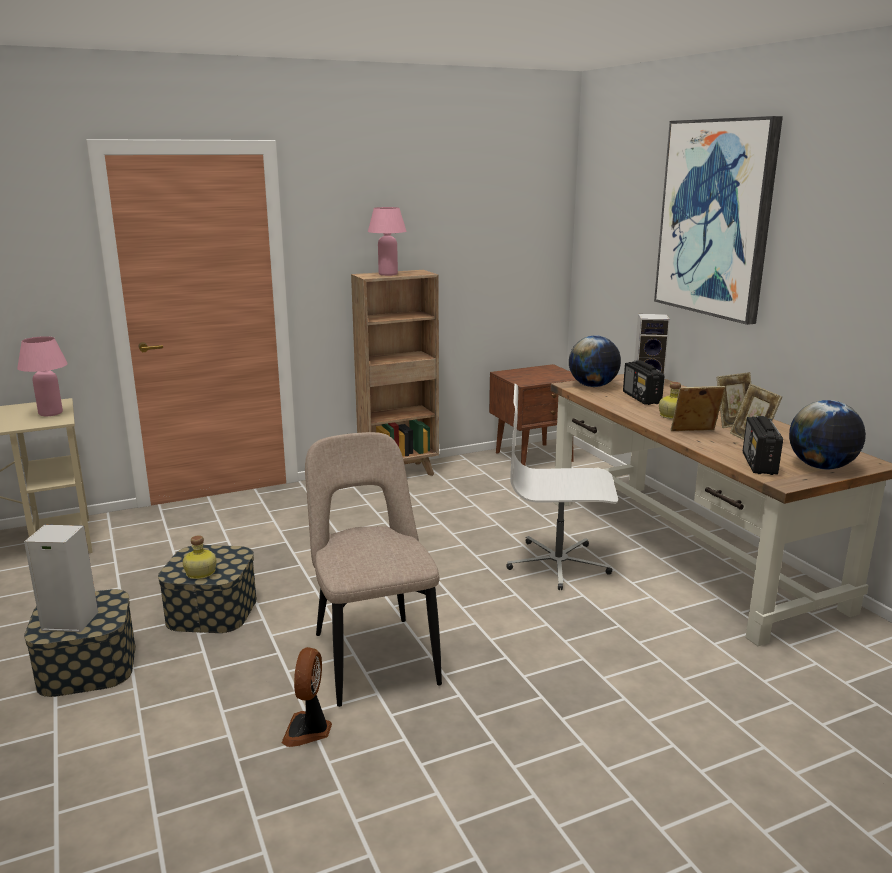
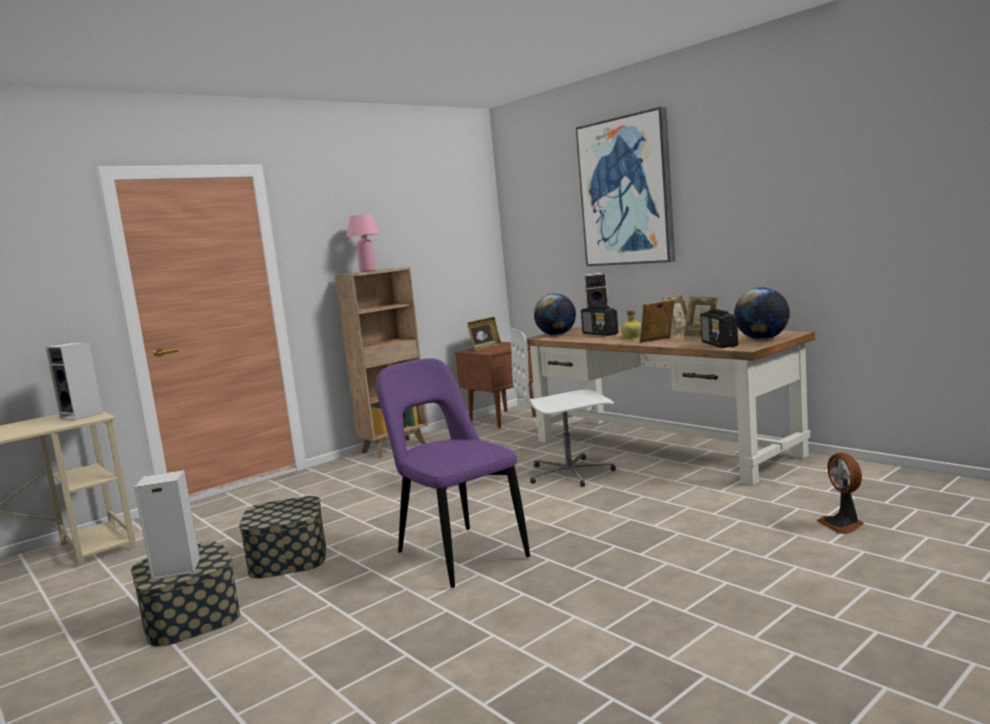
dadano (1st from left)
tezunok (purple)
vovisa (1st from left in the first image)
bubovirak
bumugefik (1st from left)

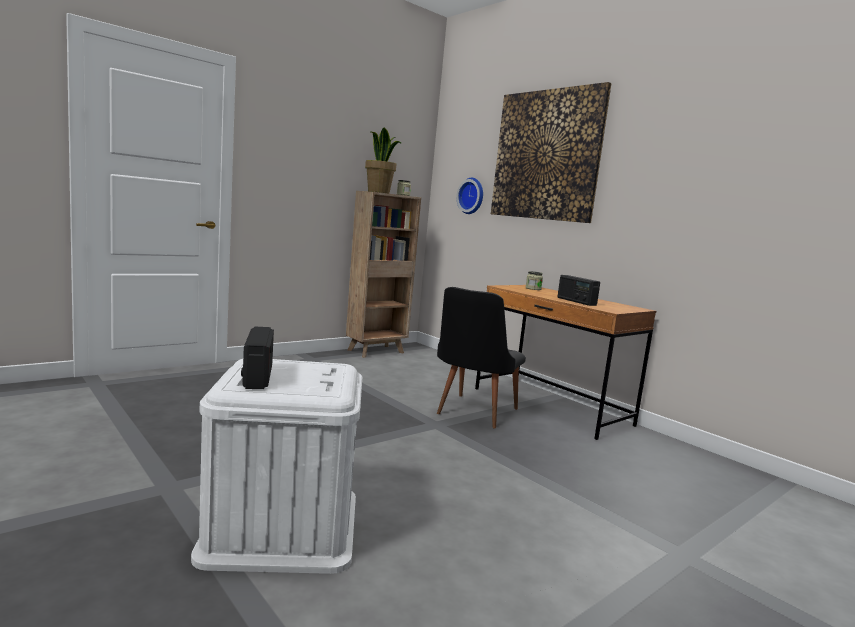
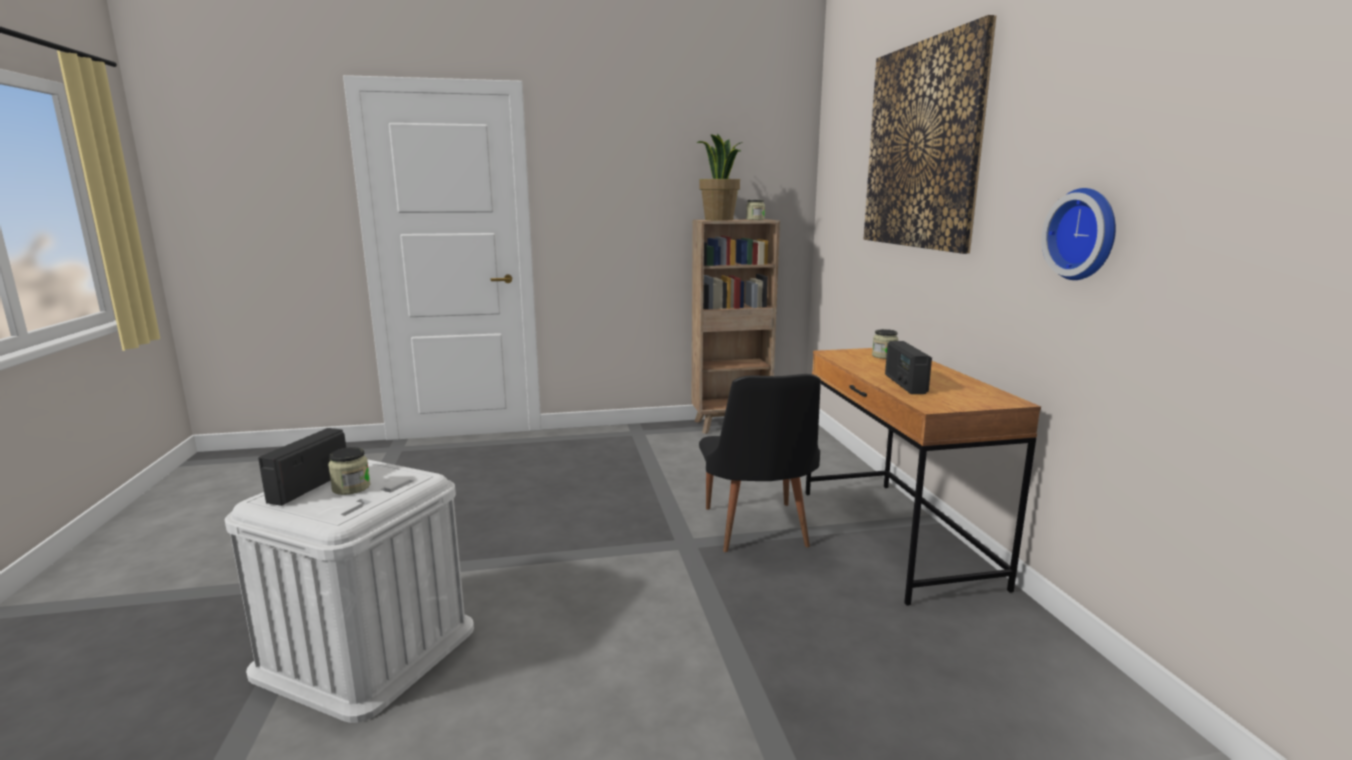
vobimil
tezunok (black)
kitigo (1st from left)

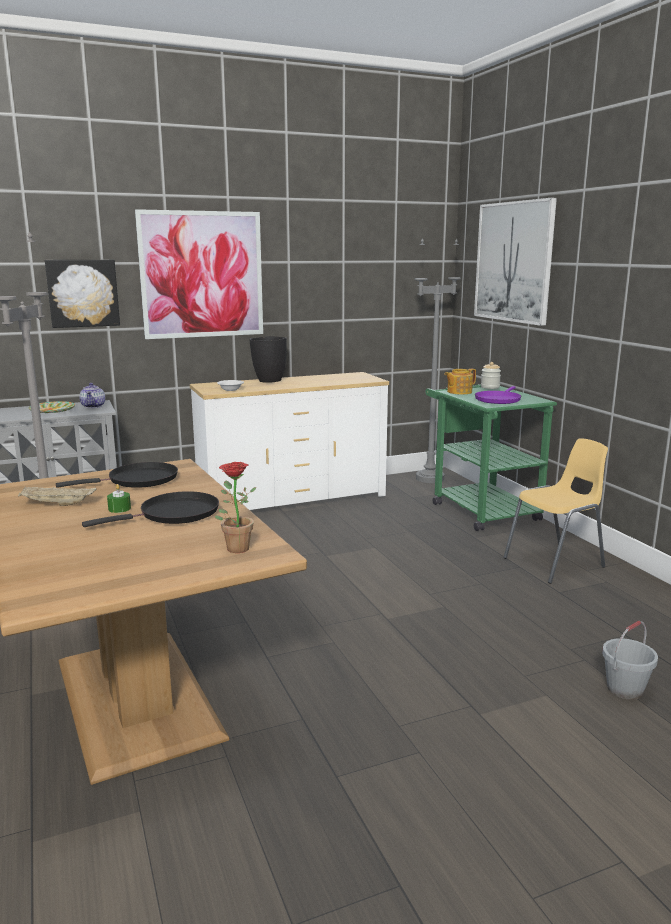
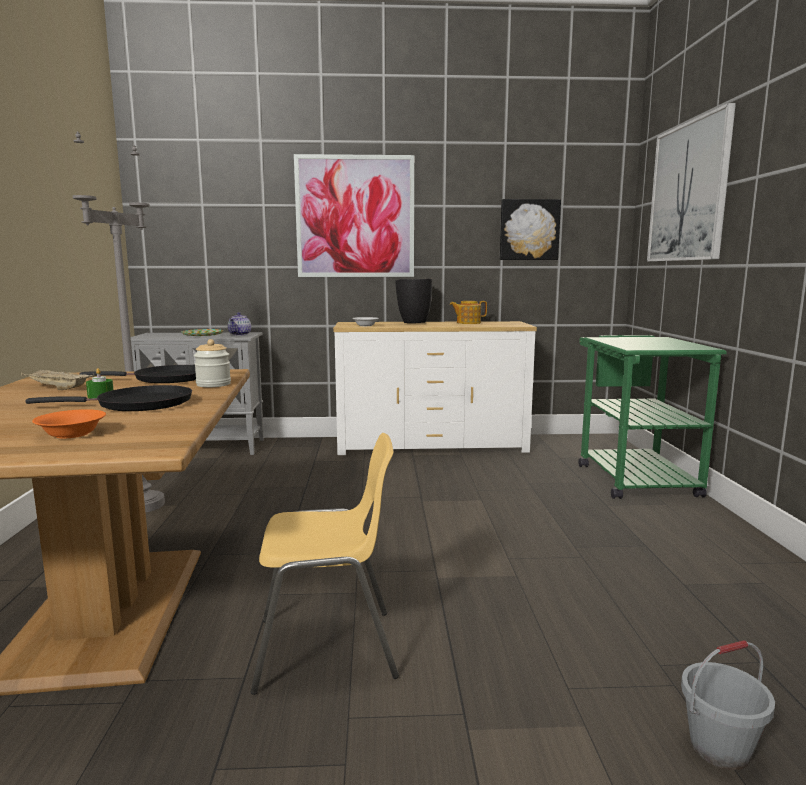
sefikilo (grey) (2nd from left in the first image)
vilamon (2nd from left)
kitigo
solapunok (2nd from left)
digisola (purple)
tezunok (yellow)
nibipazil
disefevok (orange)

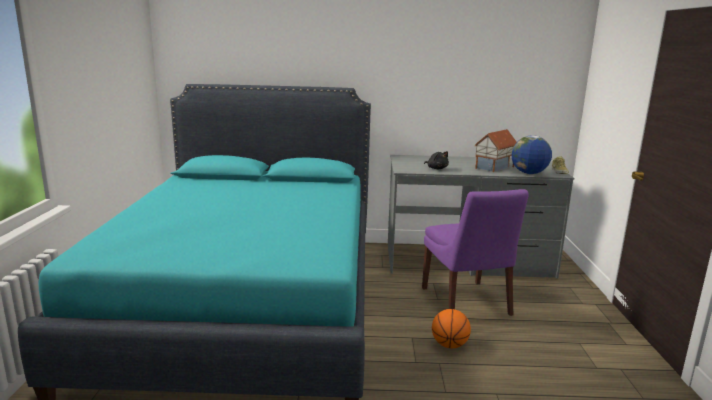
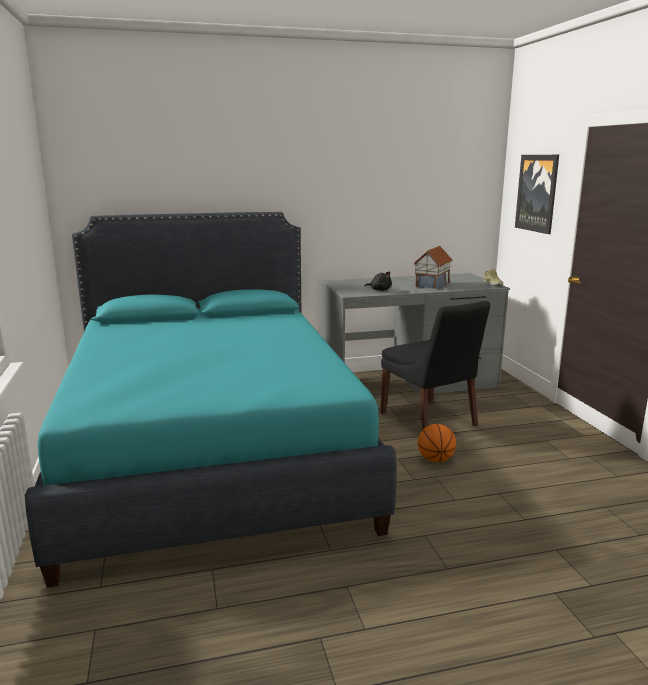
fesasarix
tezunok (black)
vilamon

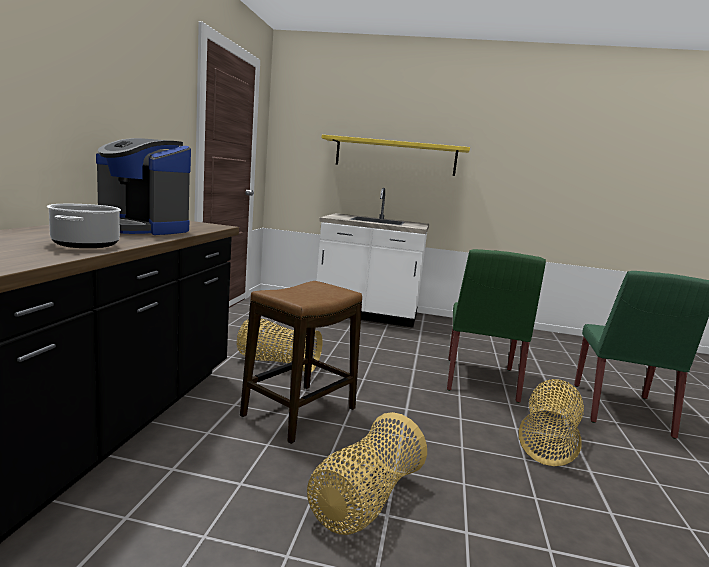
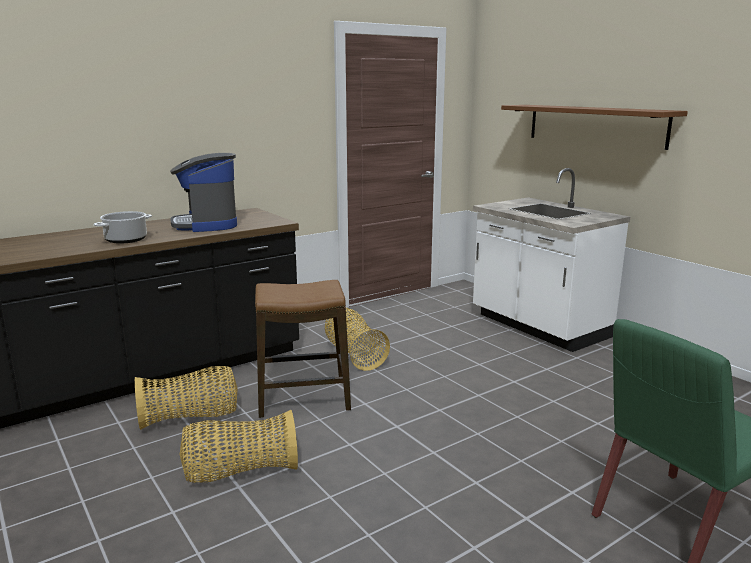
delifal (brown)
tezunok (green) (1st from left in the first image)
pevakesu (1st from left)

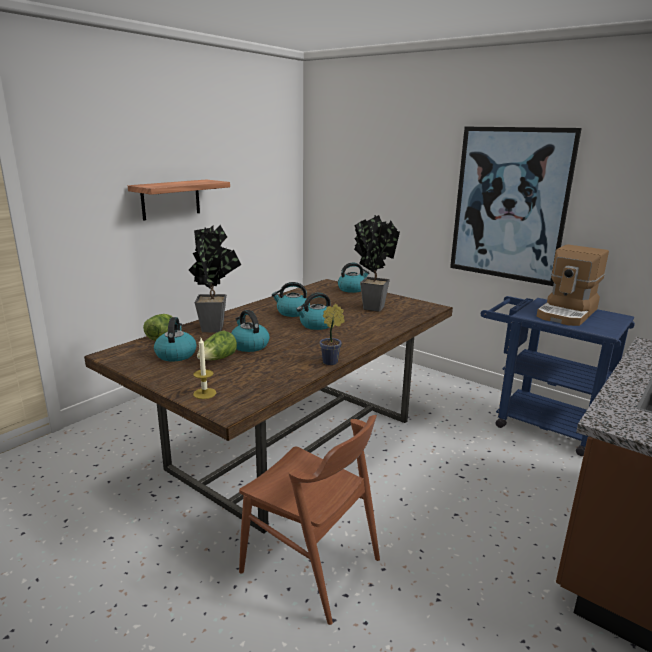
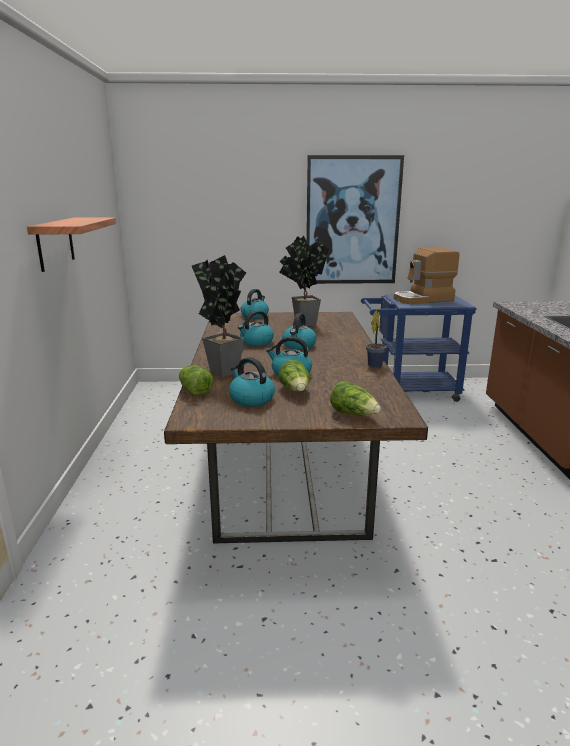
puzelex
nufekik (3rd from left)
tezunok (brown)

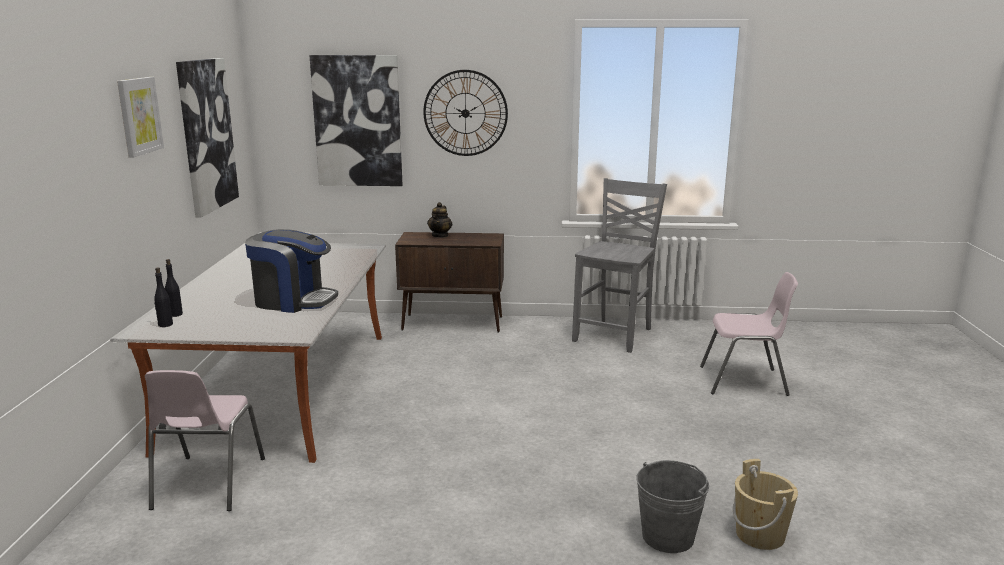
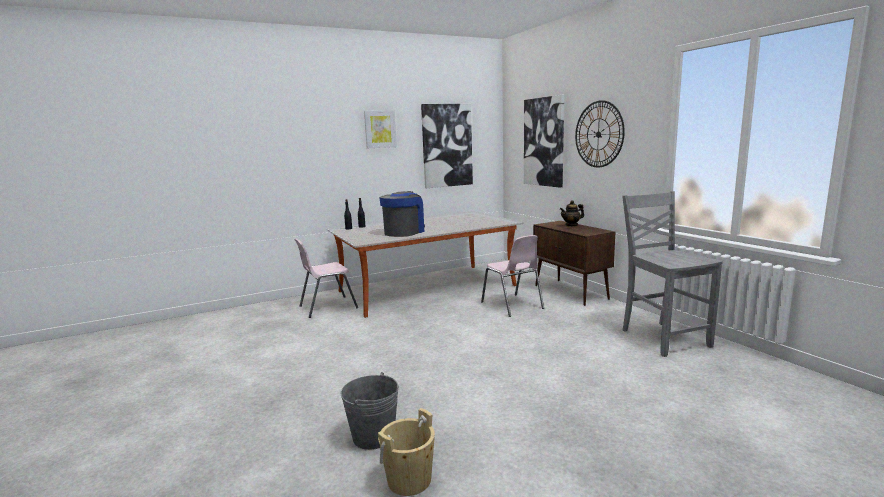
tezunok (grey)
puzelex
tezunok (pink) (2nd from left)

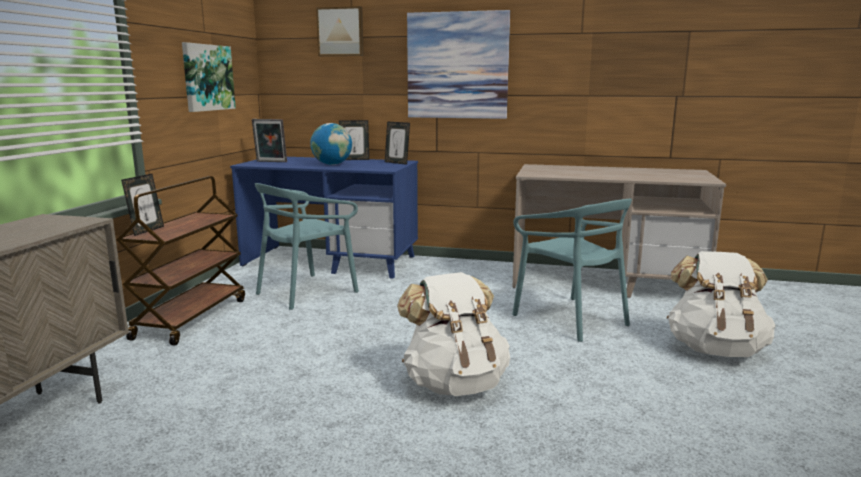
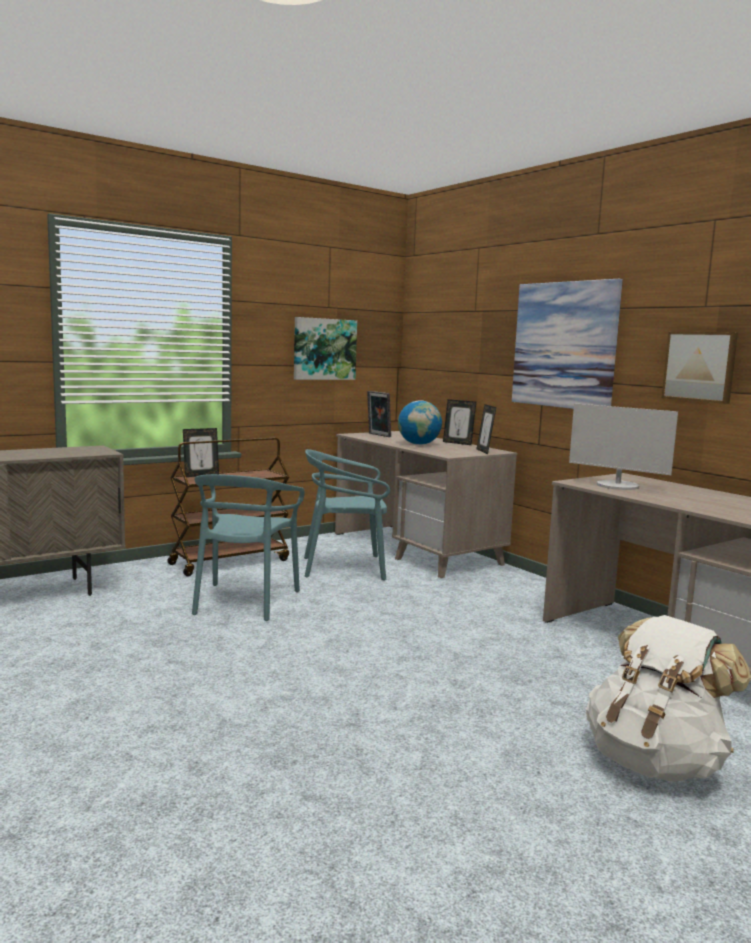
vilamon (3rd from left)
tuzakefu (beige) (1st from left)
tezunok (turquoise) (1st from left)
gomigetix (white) (1st from left in the first image)
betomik

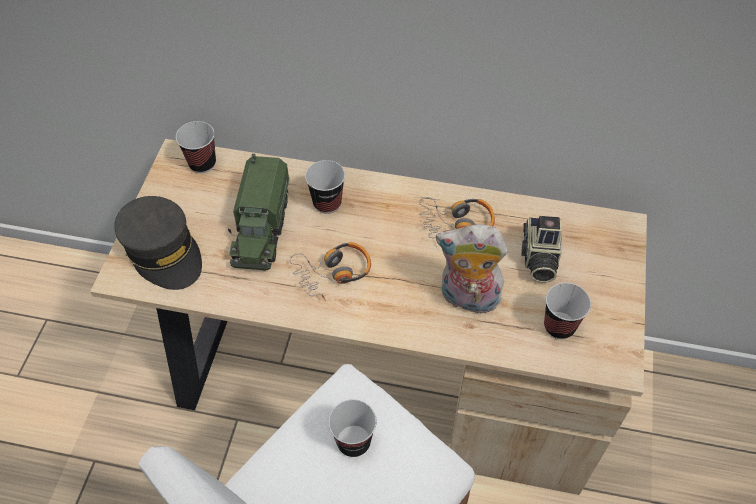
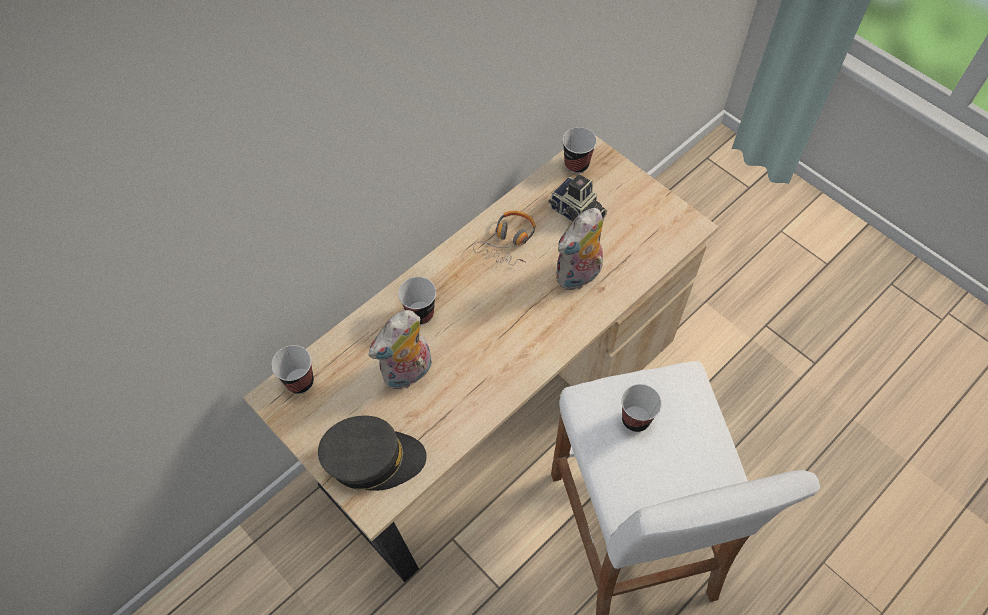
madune (1st from left)
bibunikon (1st from left in the first image)
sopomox (3rd from left)

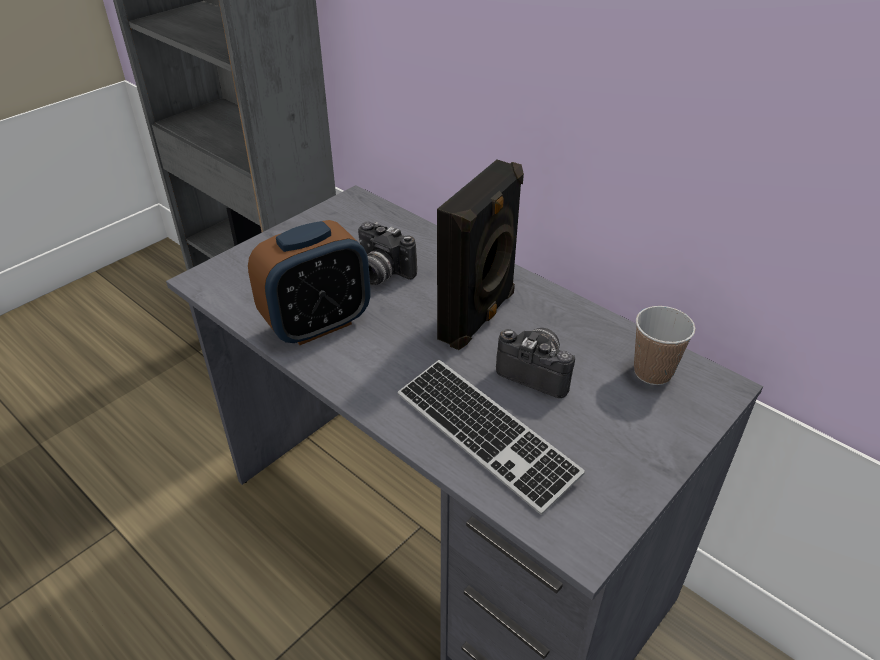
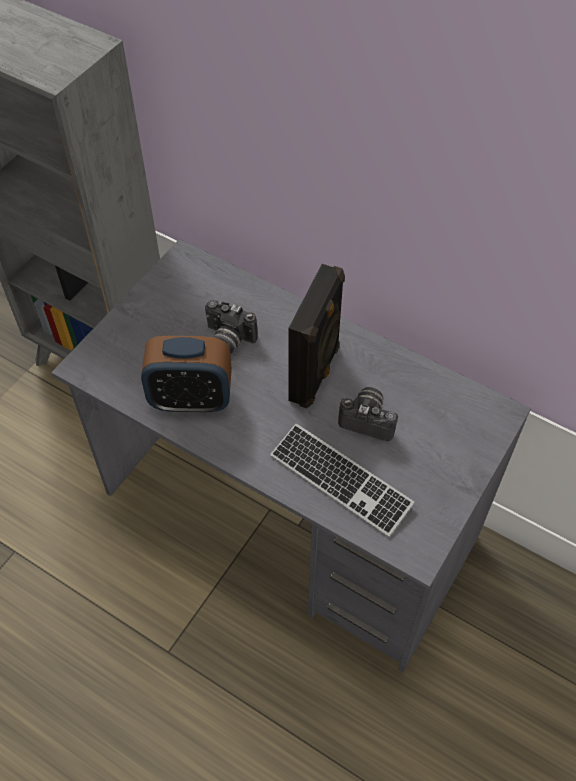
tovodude
sopomox

